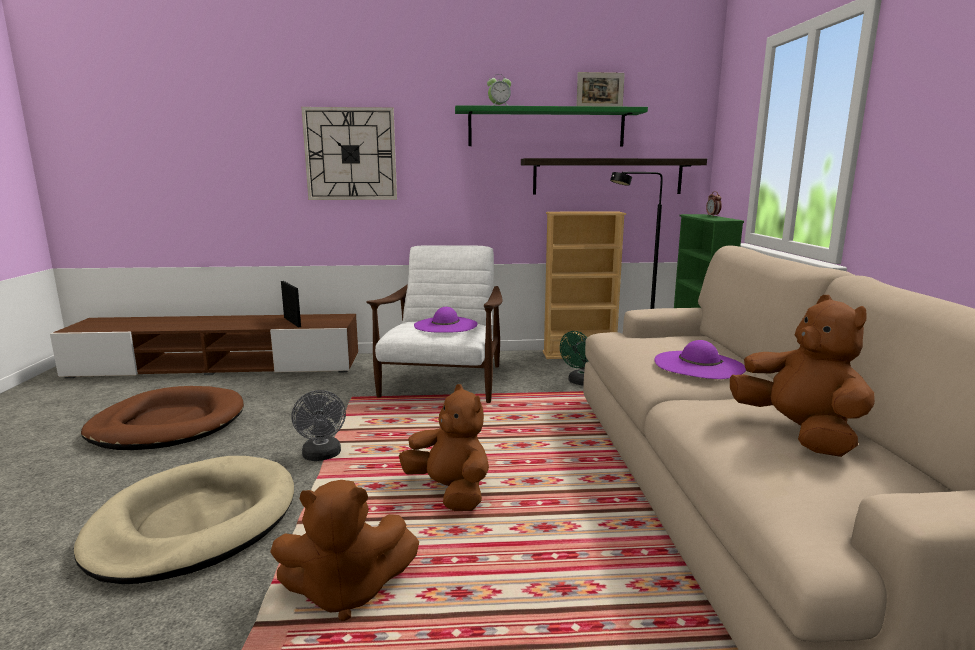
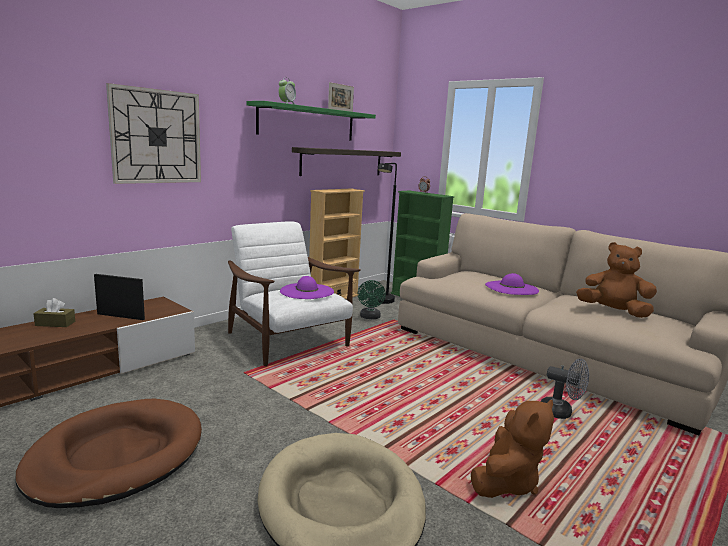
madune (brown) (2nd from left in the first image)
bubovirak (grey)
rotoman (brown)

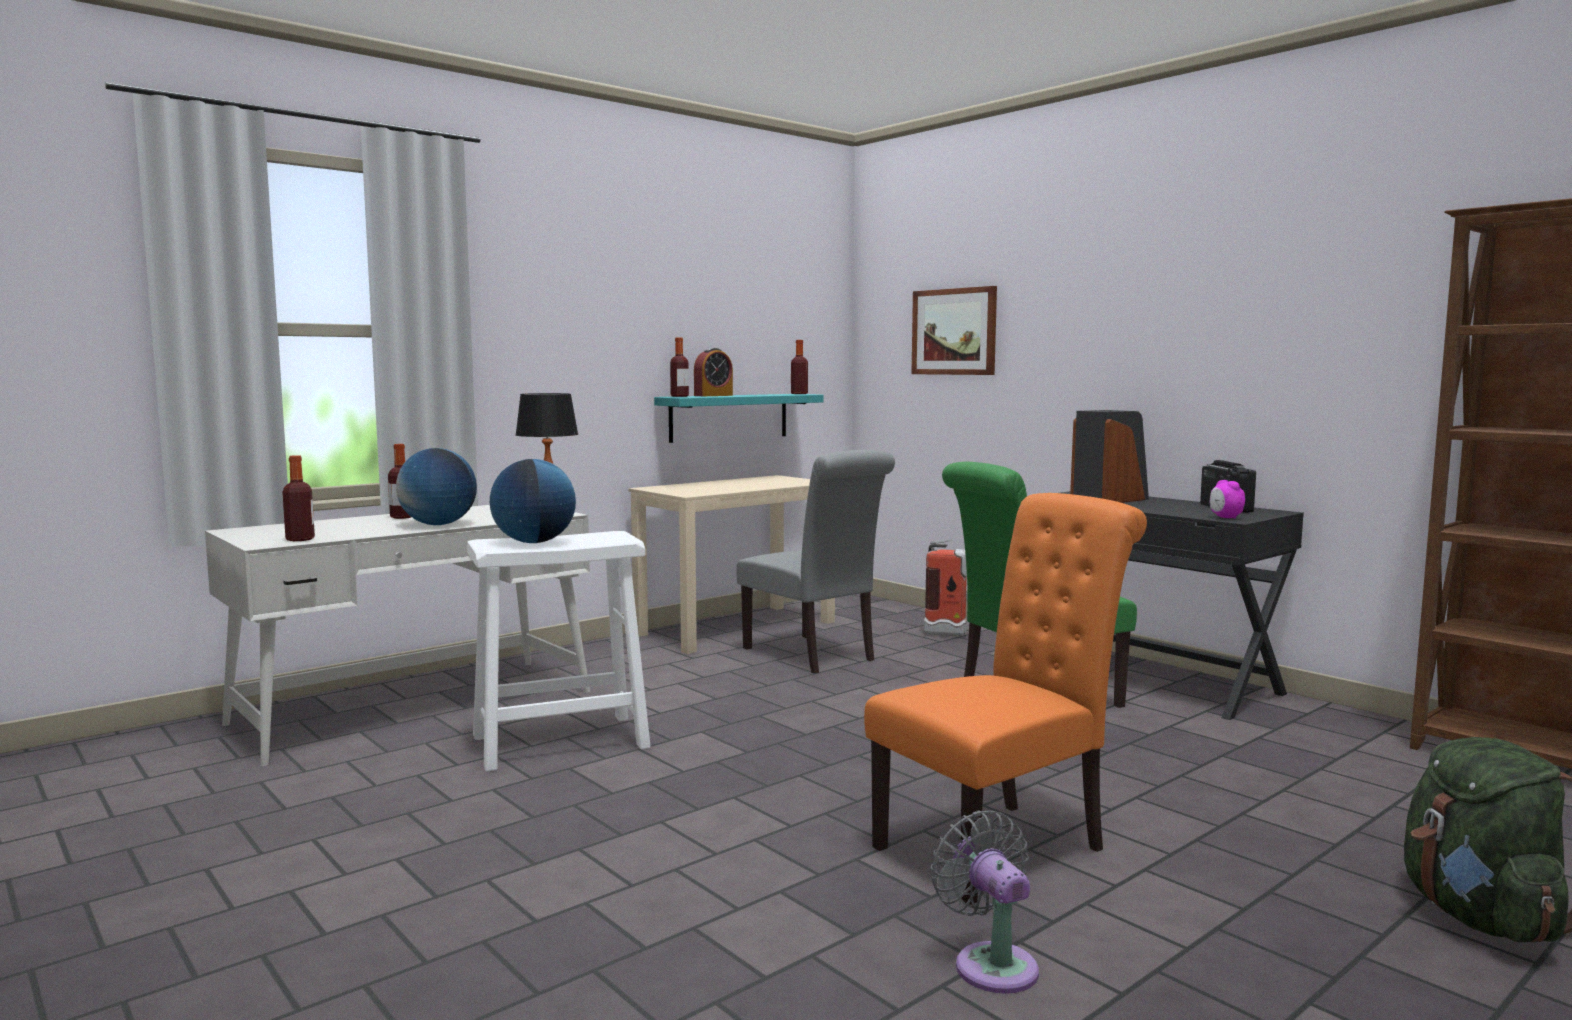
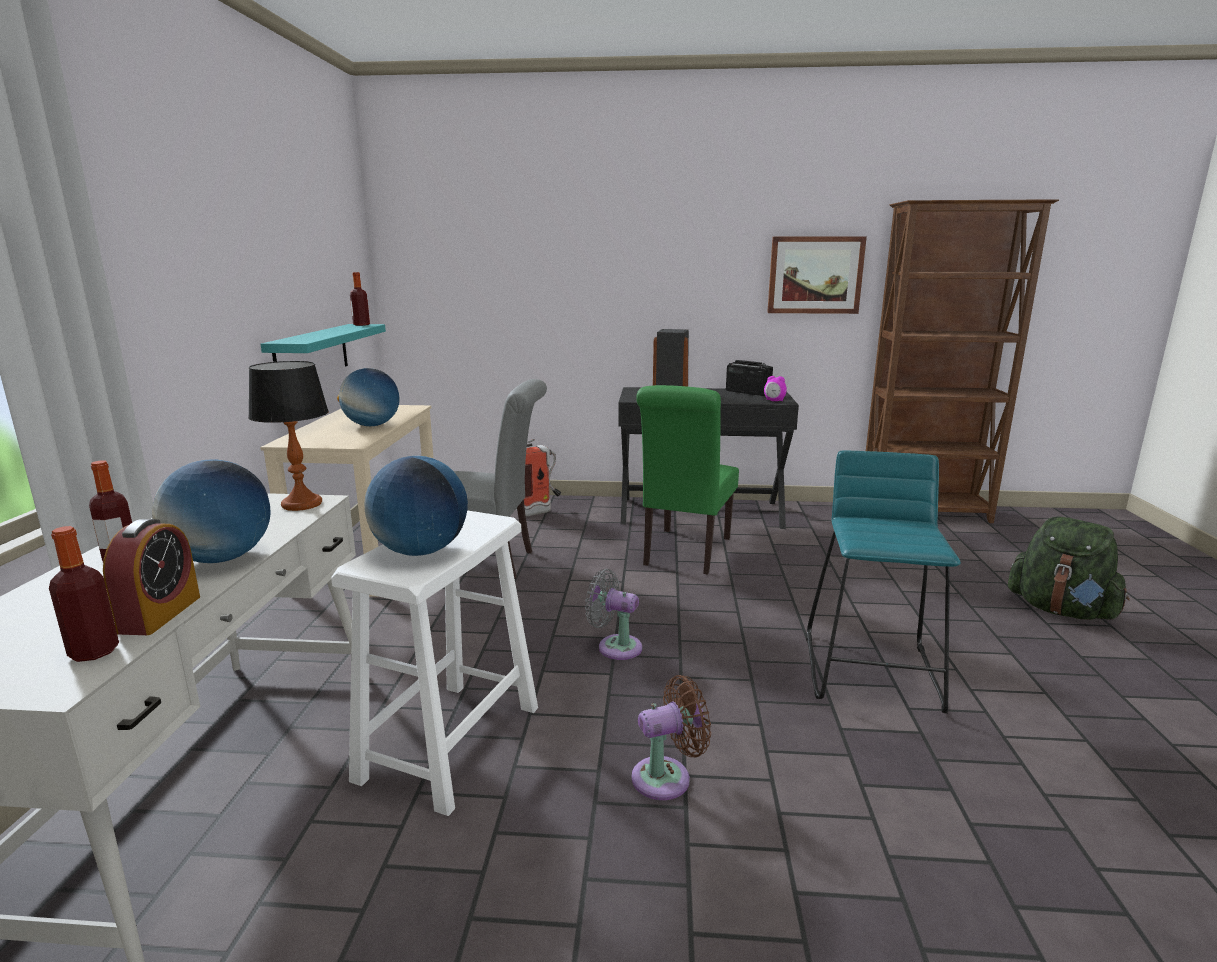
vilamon
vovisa (3rd from left in the first image)
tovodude (1st from left)
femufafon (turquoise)
bubovirak (grey)
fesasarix (2nd from left)
bubovirak (brown)

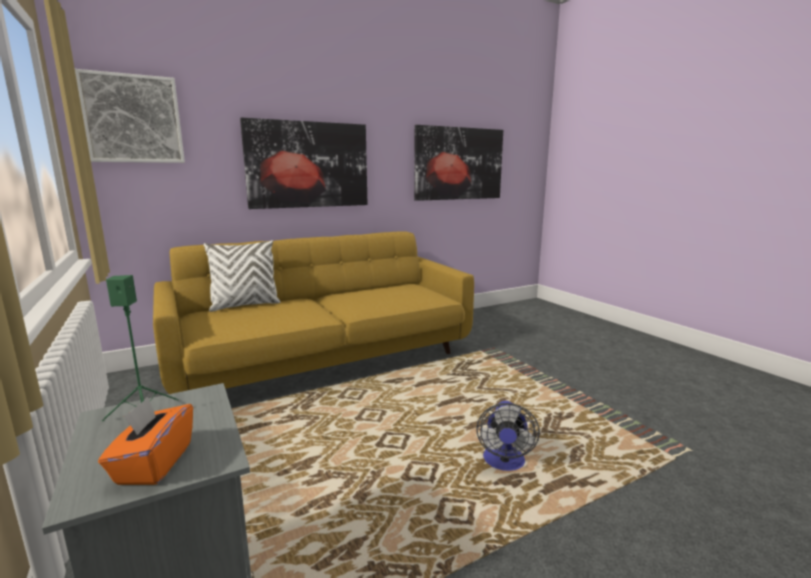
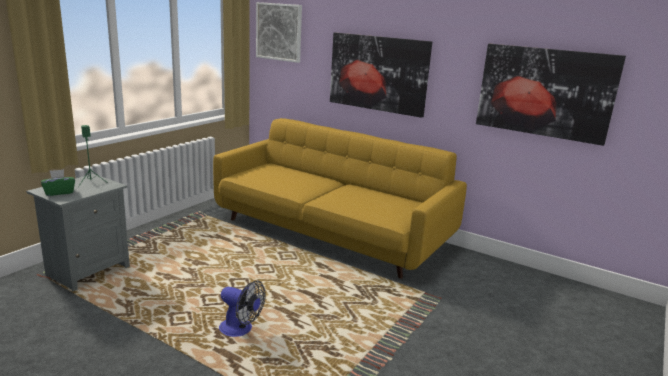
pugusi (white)
rotoman (green)
bubovirak

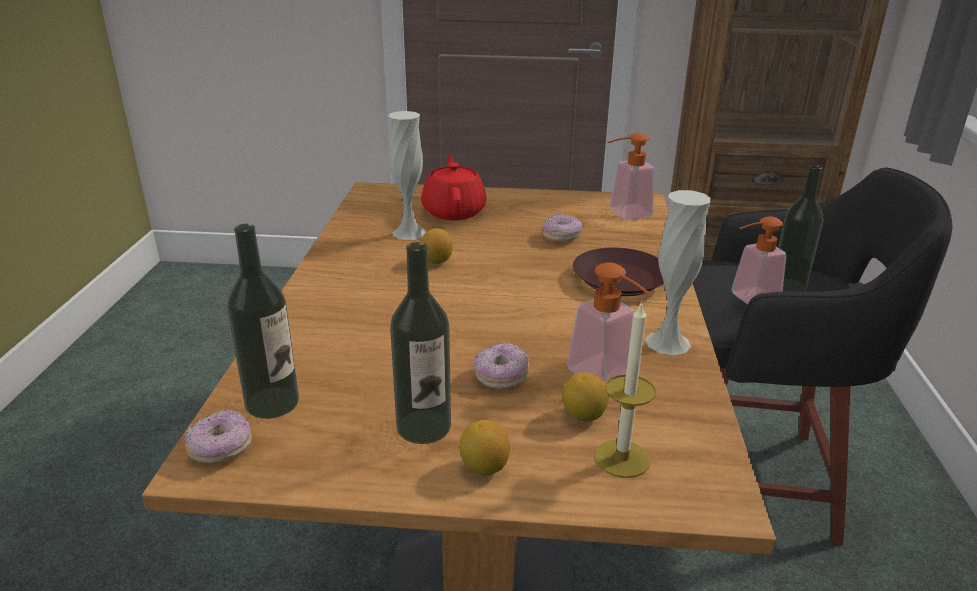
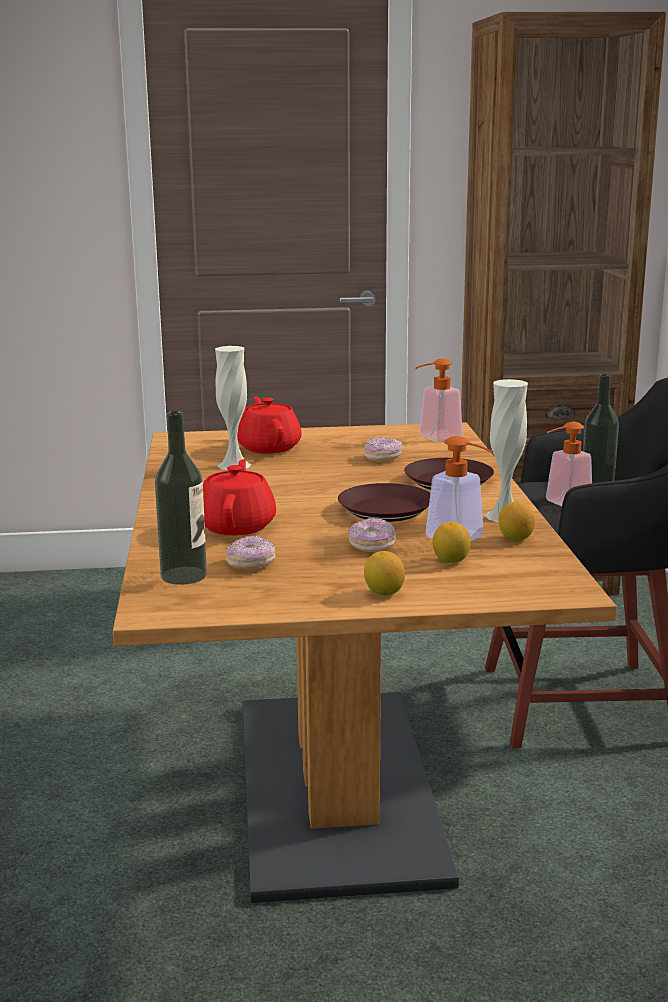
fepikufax (3rd from left)
vovisa (2nd from left in the first image)
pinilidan
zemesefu (1st from left)
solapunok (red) (1st from left)
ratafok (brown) (1st from left)

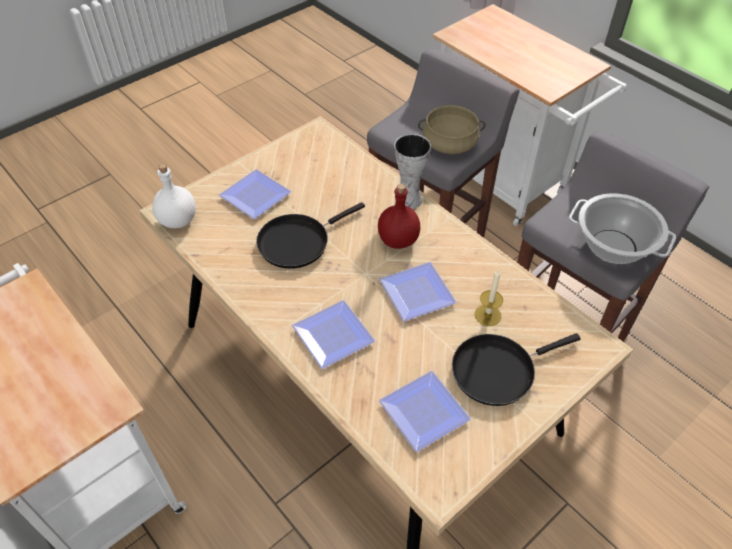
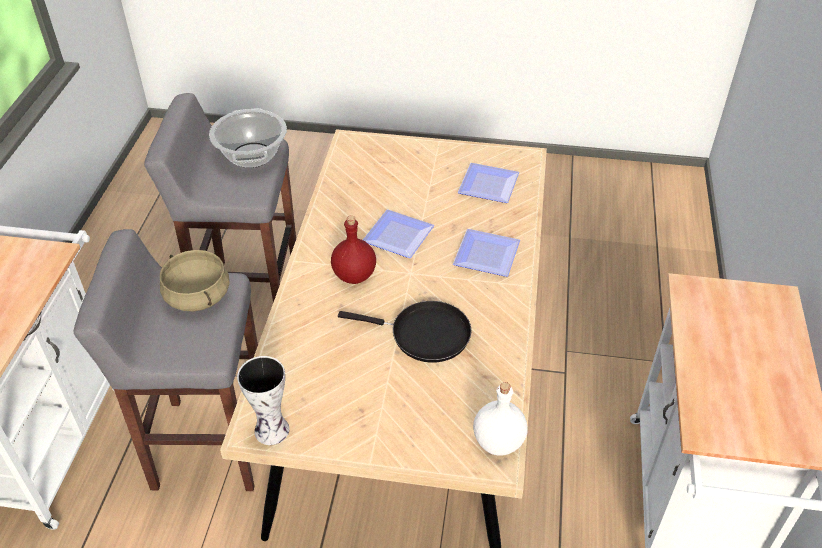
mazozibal
ratafok (1st from left in the first image)
pinilidan
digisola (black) (2nd from left in the first image)

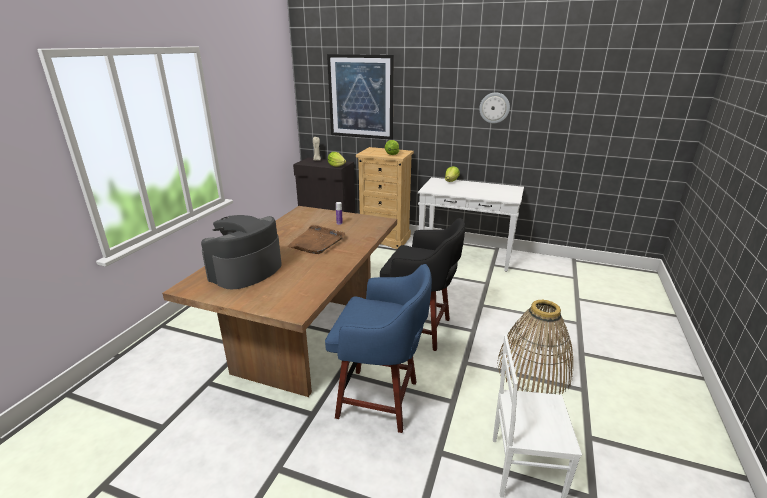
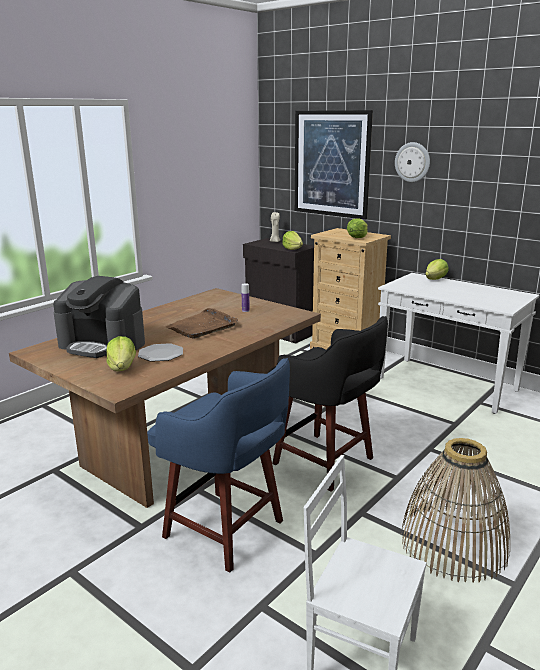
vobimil
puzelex
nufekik (1st from left)
ratafok

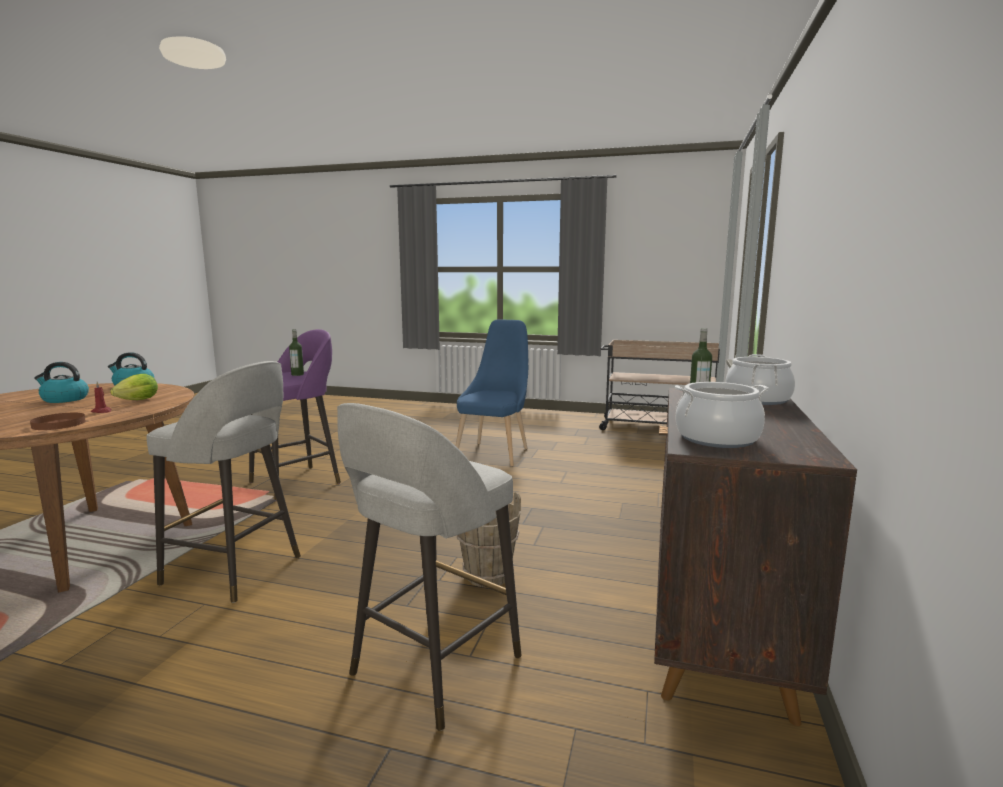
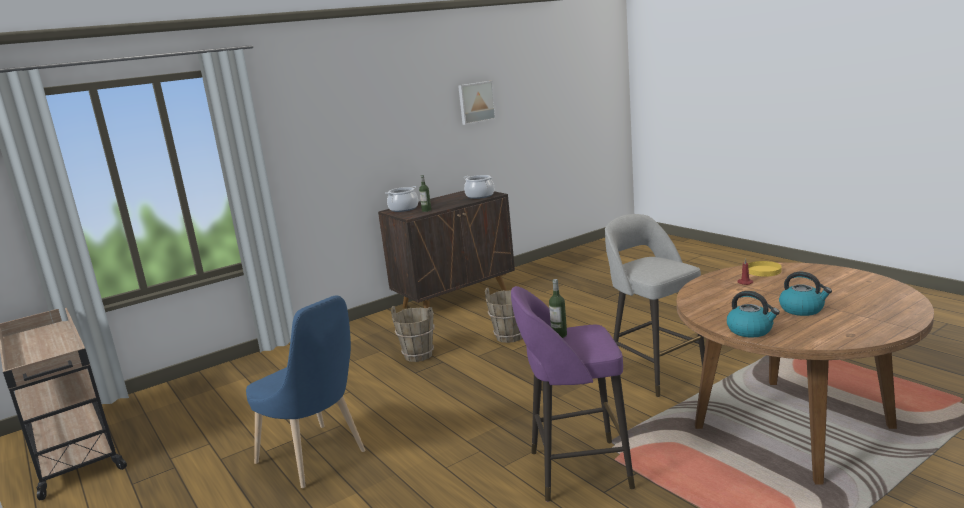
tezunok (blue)
nufekik
femufafon (grey) (2nd from left in the first image)
ratafok (yellow)
vilamon
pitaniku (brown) (1st from left)

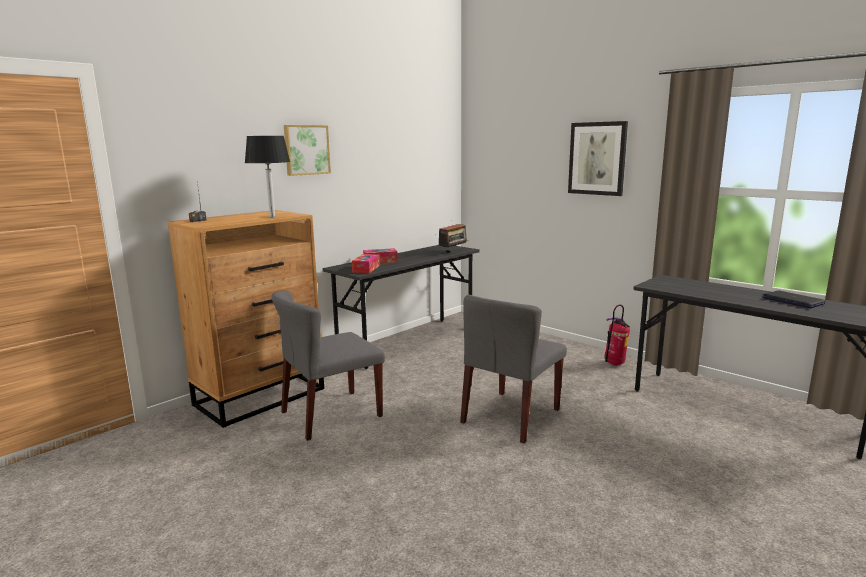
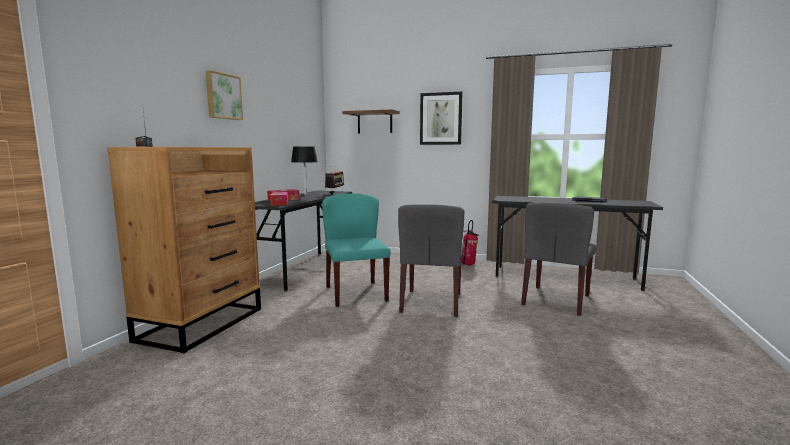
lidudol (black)
tezunok (grey) (2nd from left)
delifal
tezunok (turquoise)

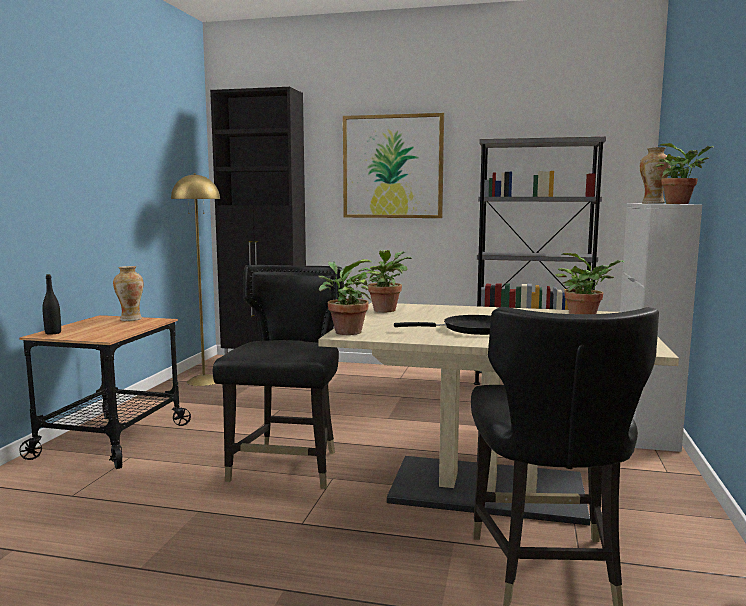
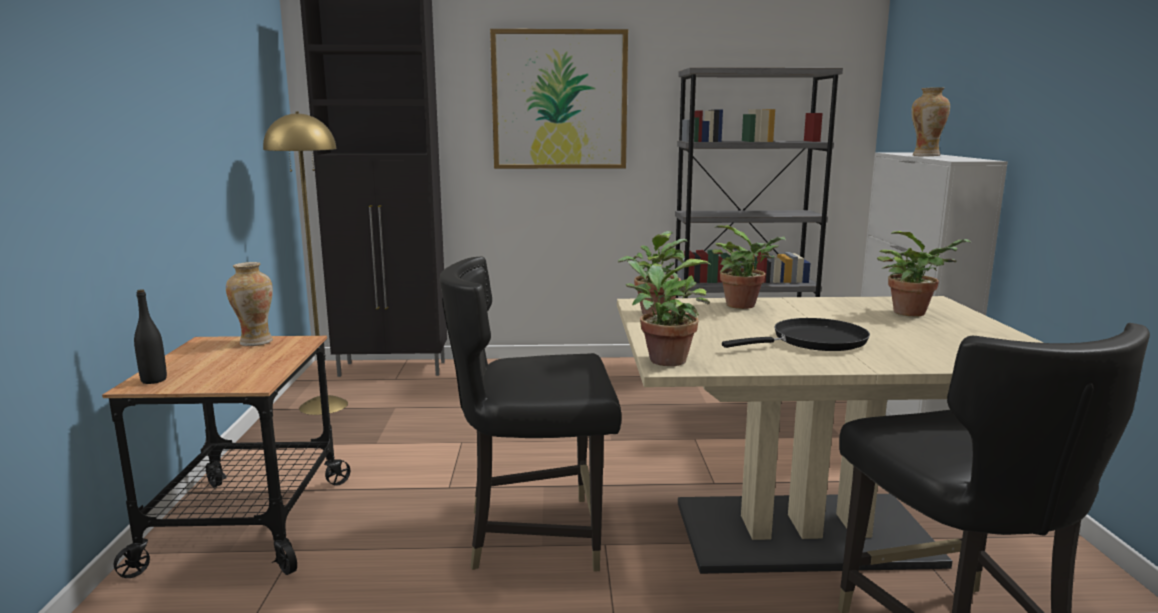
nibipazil (3rd from left)
tezunok (black) (1st from left)

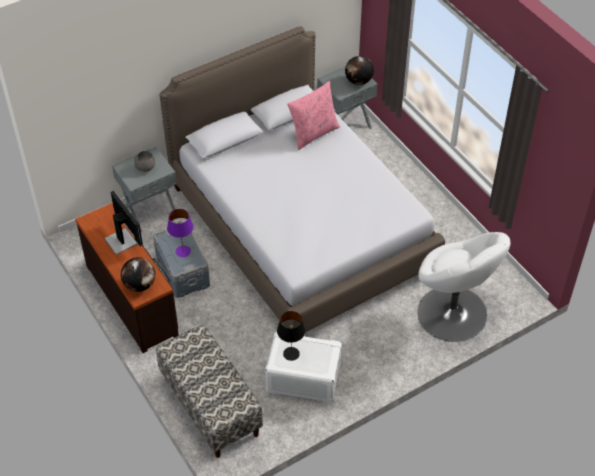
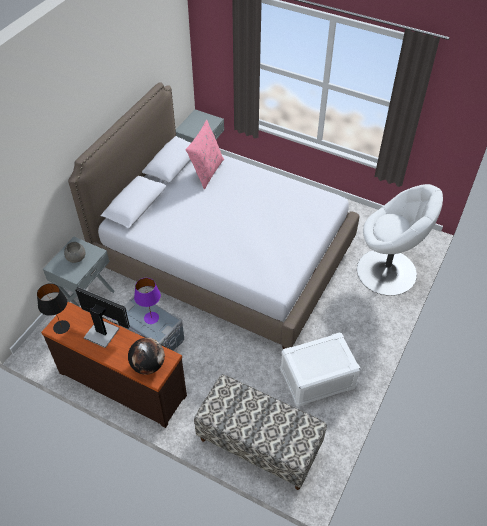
fesasarix (2nd from left in the first image)
lidudol (black)

